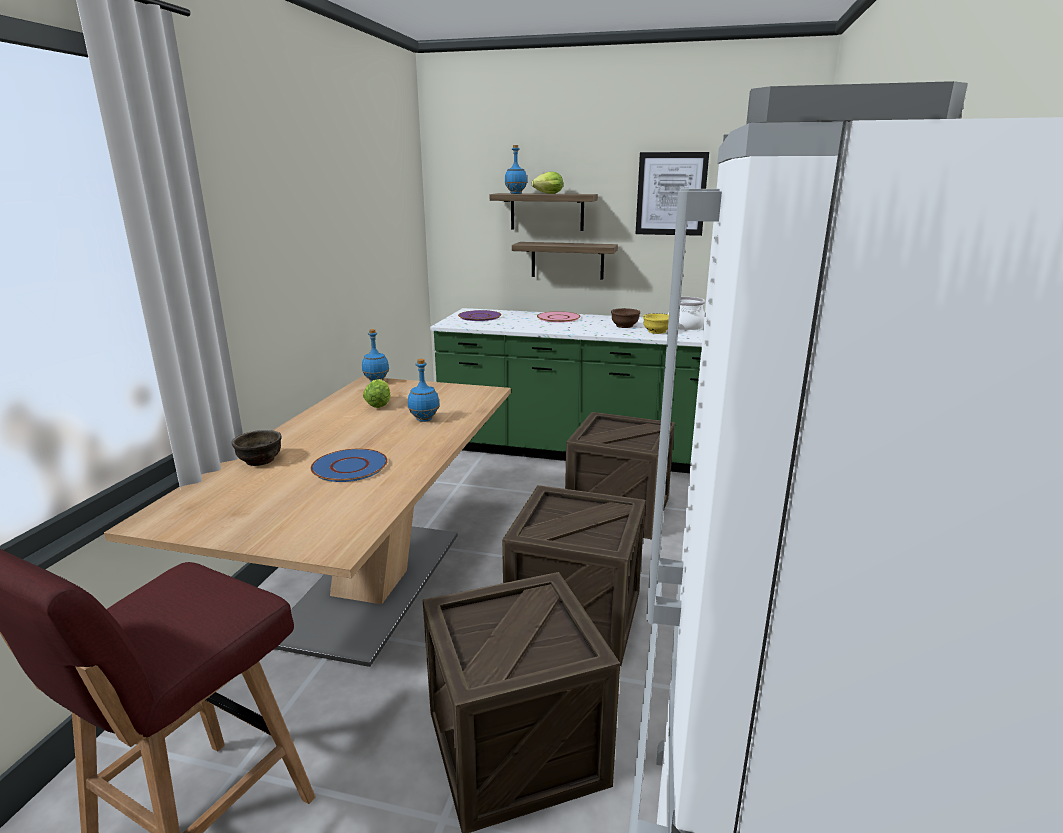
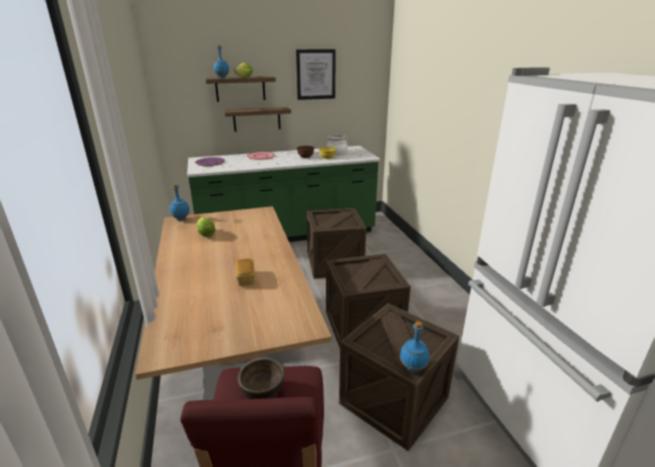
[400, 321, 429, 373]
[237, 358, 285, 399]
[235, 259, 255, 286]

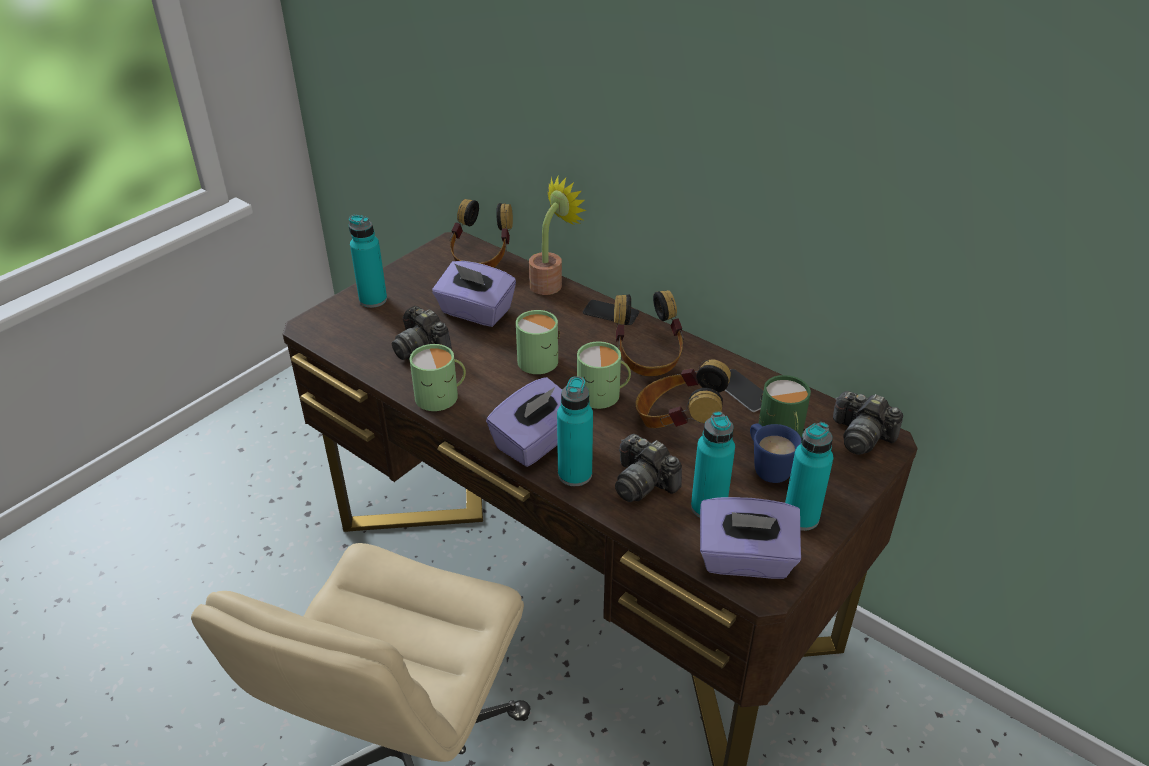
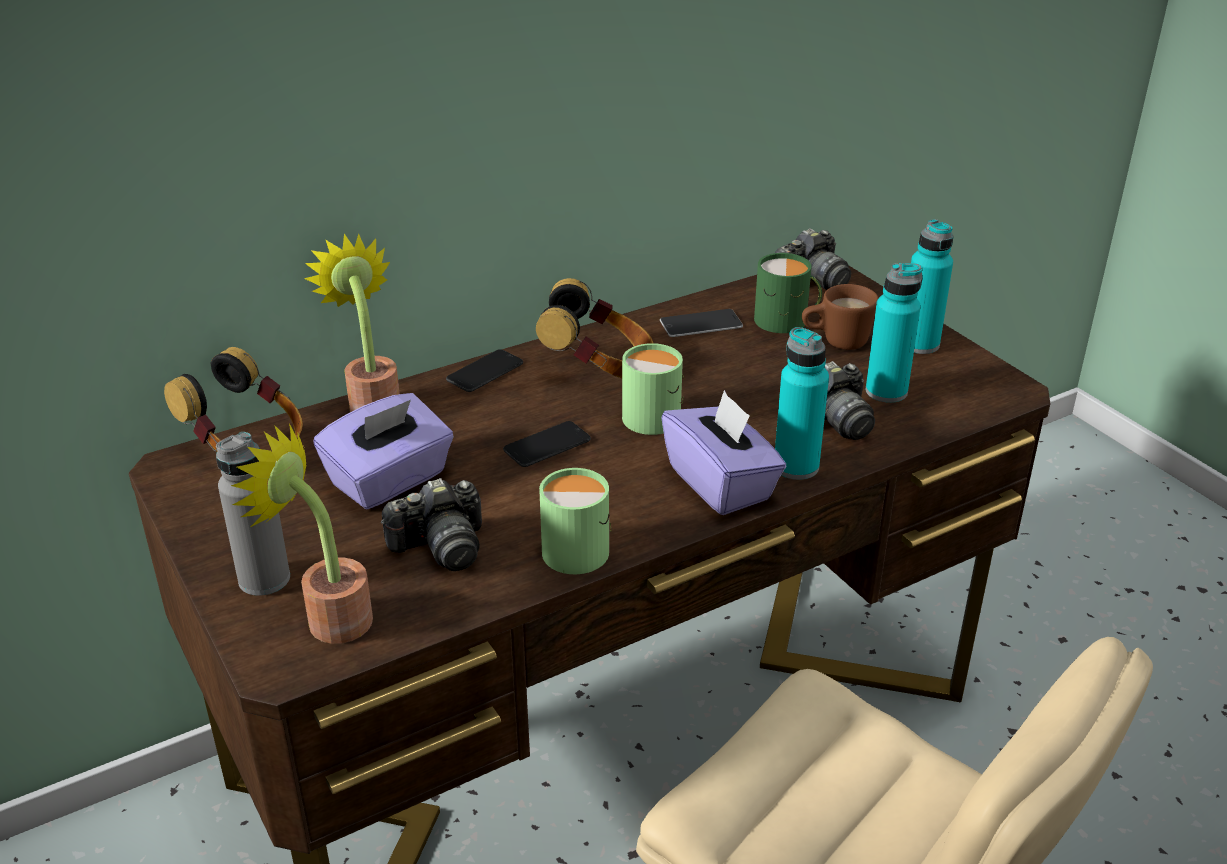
[216, 432, 290, 596]
[503, 421, 591, 467]
[635, 359, 731, 428] (first image)
[802, 284, 878, 350]
[700, 497, 801, 579] (first image)
[231, 424, 373, 644]

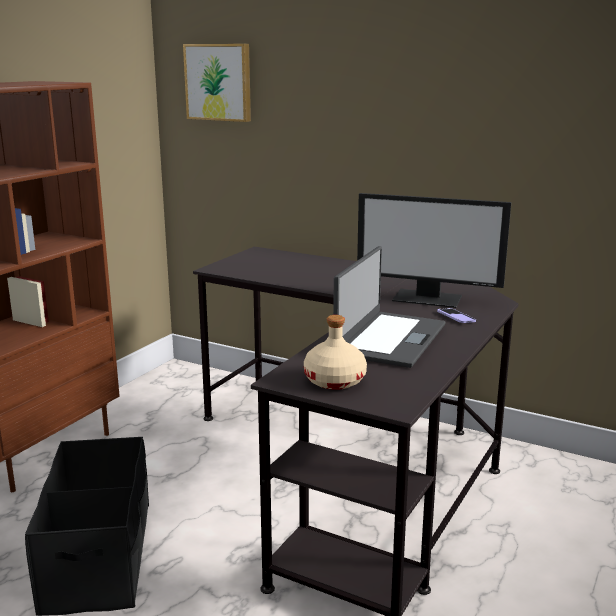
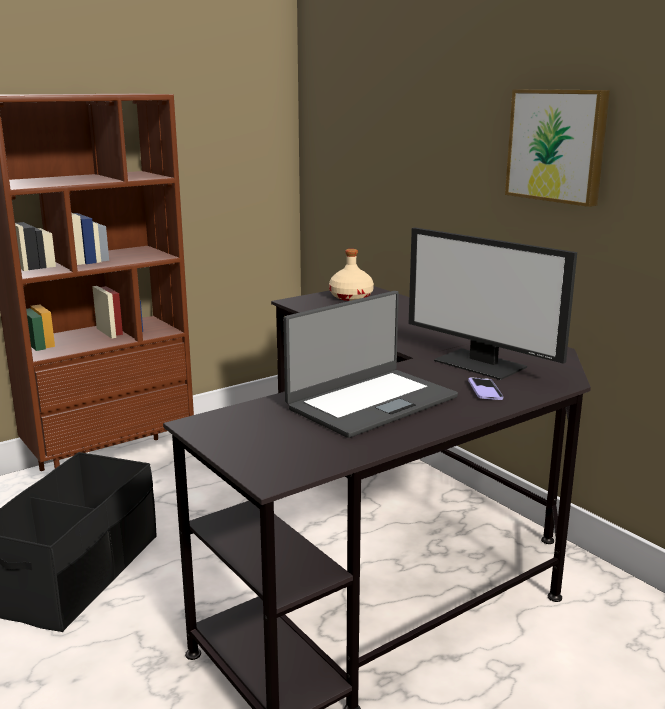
[505, 89, 610, 207]
[329, 249, 374, 301]

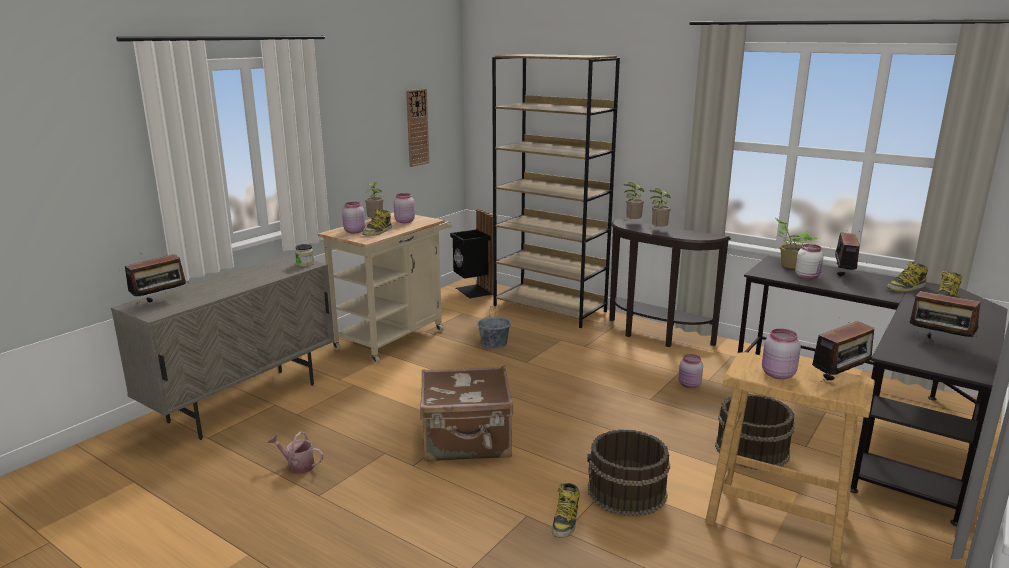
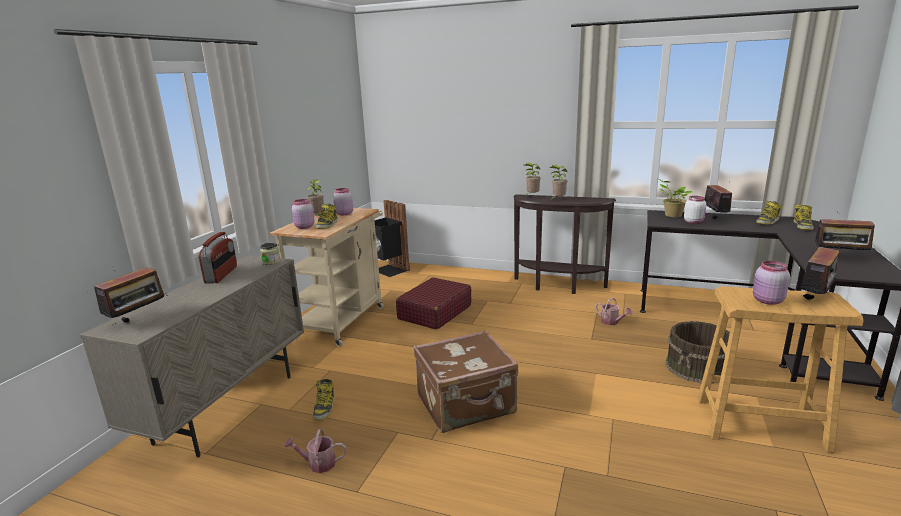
[492, 54, 620, 328] (first image)
[406, 89, 429, 167] (first image)
[396, 277, 471, 330]
[596, 297, 633, 325]
[587, 429, 670, 516] (first image)
[313, 379, 335, 420]
[199, 232, 237, 284]

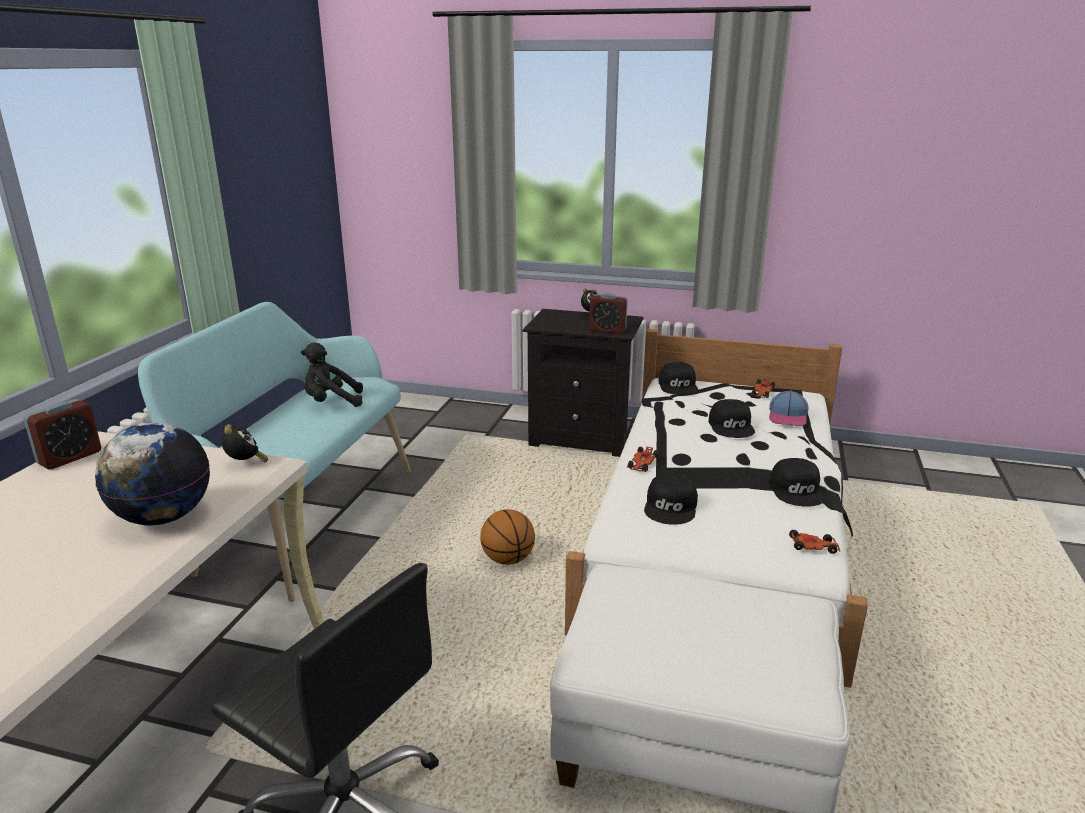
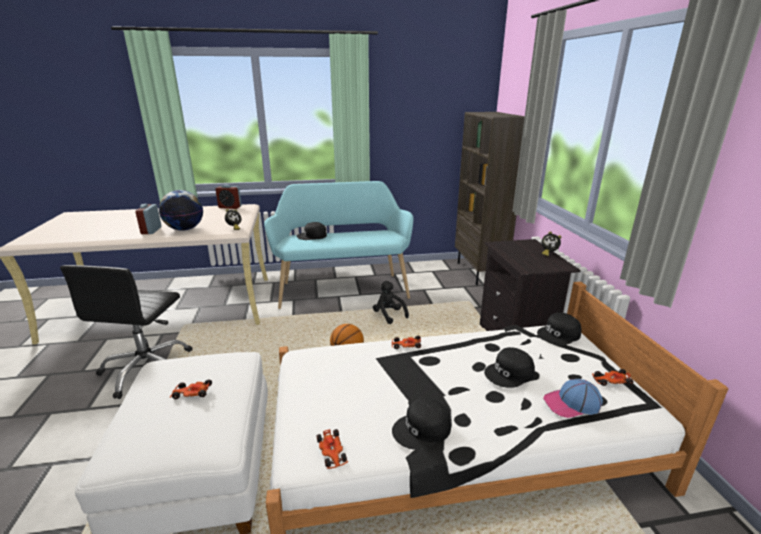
[135, 204, 161, 234]
[373, 281, 409, 324]
[297, 222, 327, 240]
[455, 112, 525, 285]
[170, 379, 212, 399]

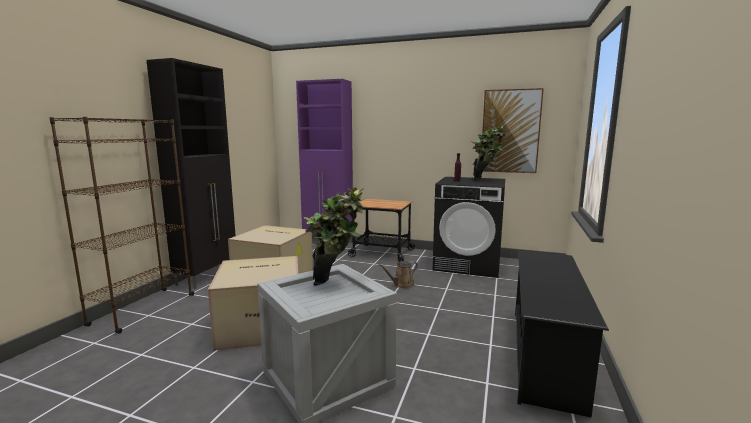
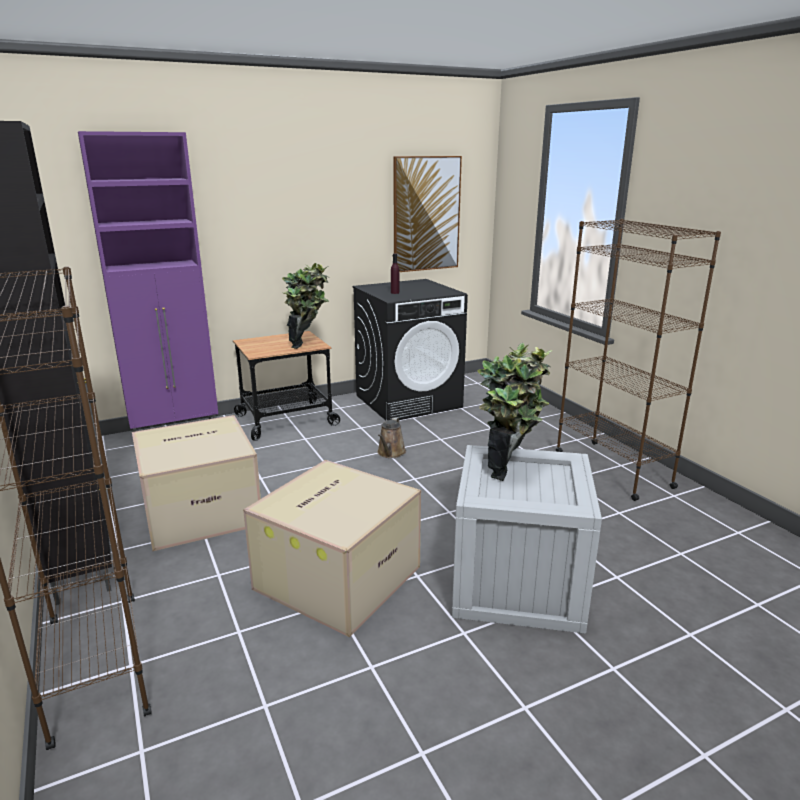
[282, 263, 329, 349]
[556, 219, 721, 501]

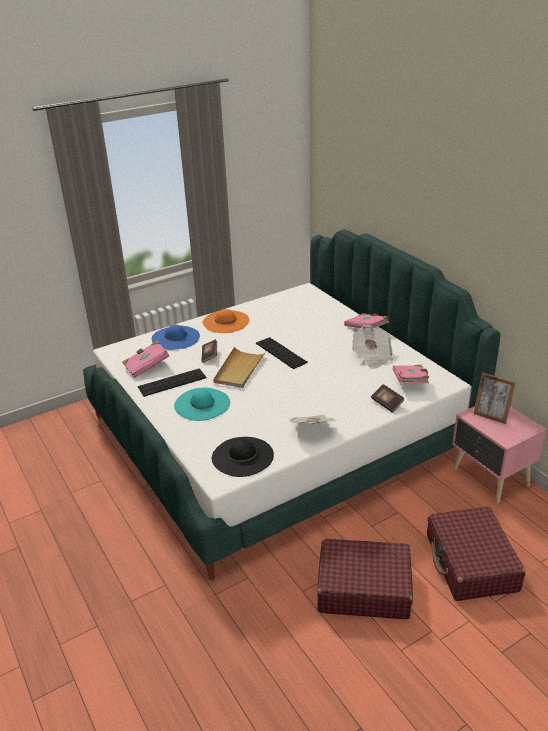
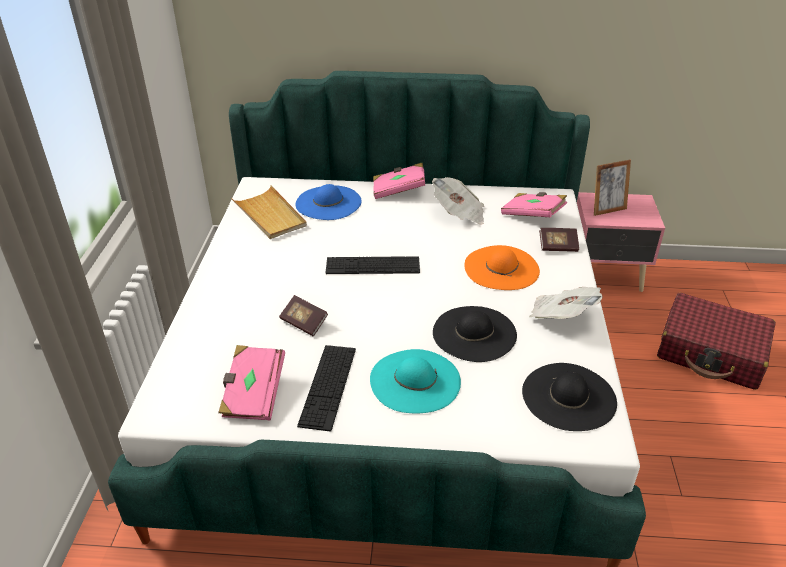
[464, 245, 540, 290]
[295, 184, 362, 220]
[231, 185, 307, 239]
[317, 539, 413, 619] (first image)
[433, 306, 517, 362]

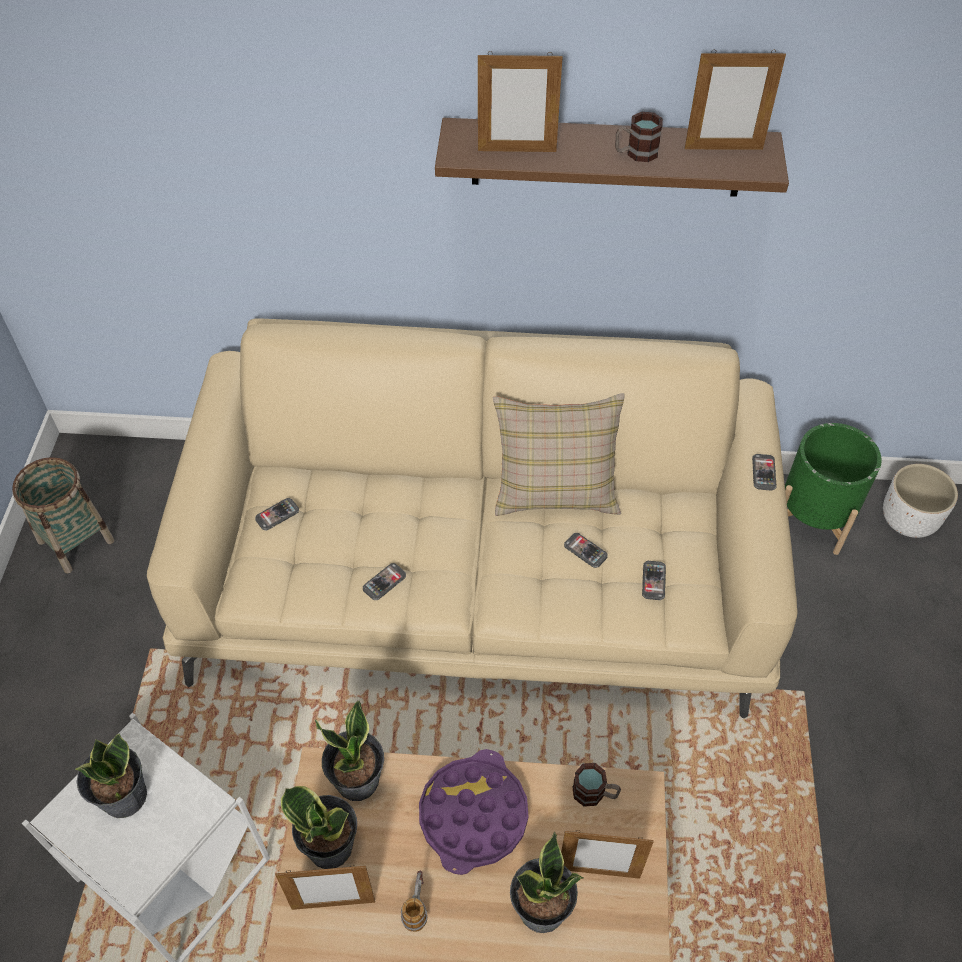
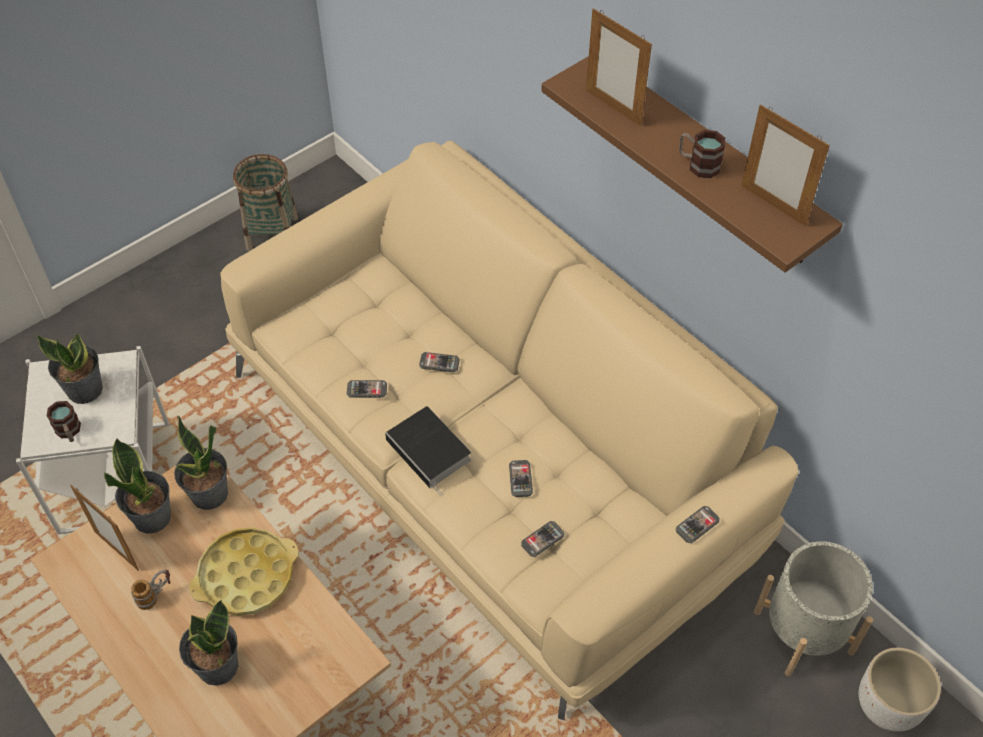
[493, 393, 625, 516] (first image)
[754, 541, 873, 677]
[419, 352, 460, 372]
[189, 527, 299, 616]
[47, 401, 81, 442]
[561, 830, 654, 879] (first image)
[385, 406, 471, 496]

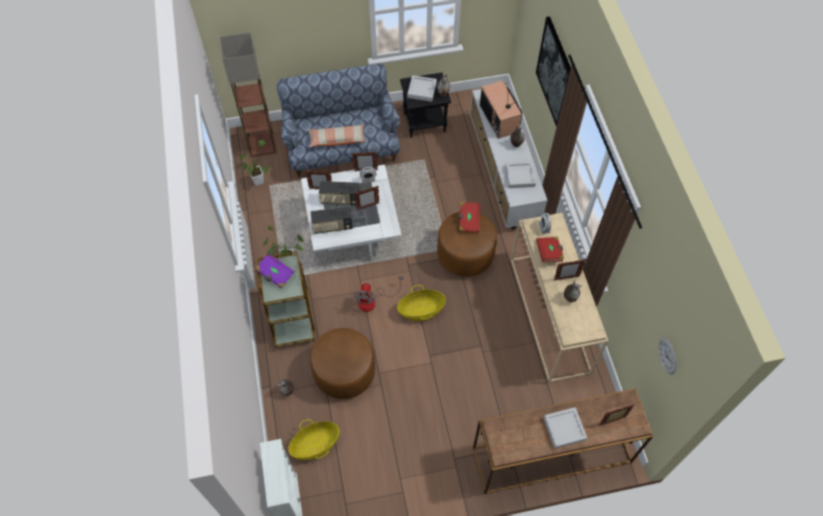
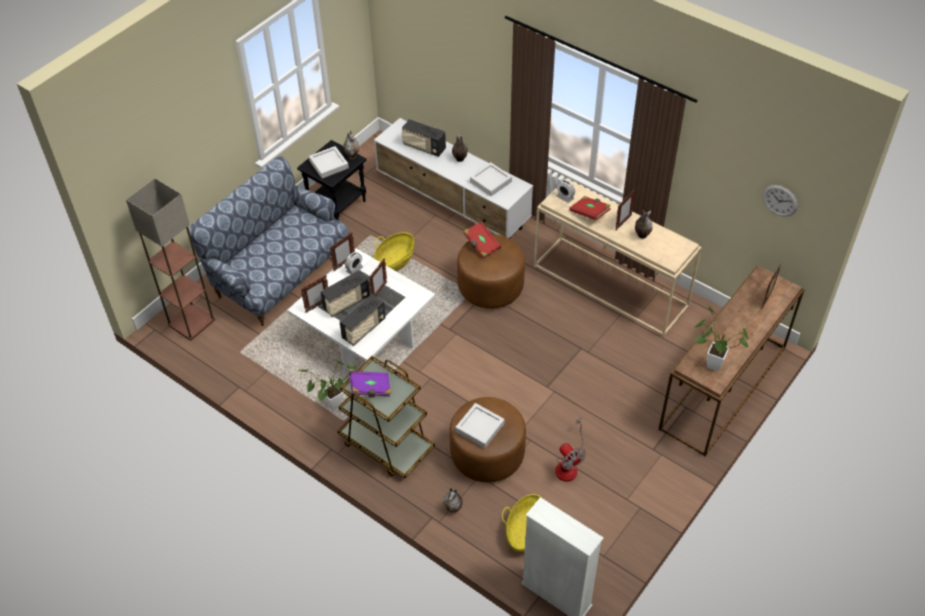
[536, 16, 571, 127] (first image)
[402, 119, 446, 157]
[308, 124, 366, 147] (first image)
[694, 305, 749, 372]
[555, 417, 586, 482]
[374, 232, 414, 271]
[455, 403, 505, 448]

